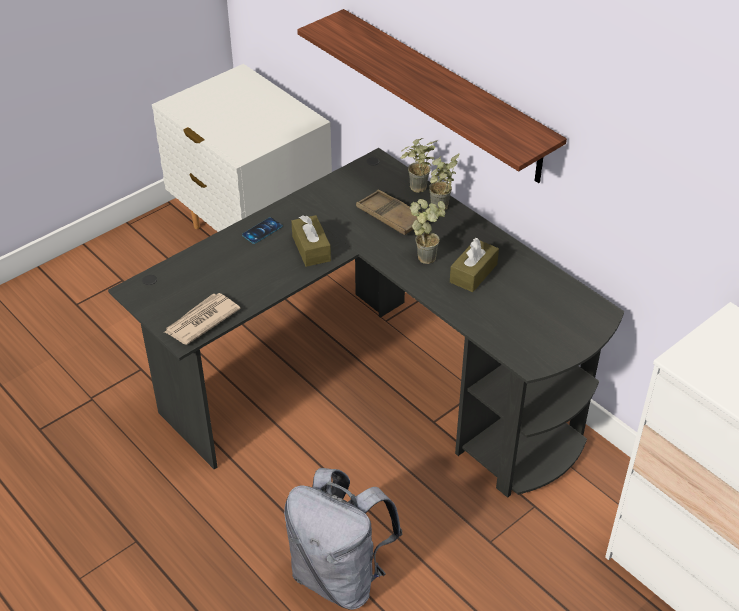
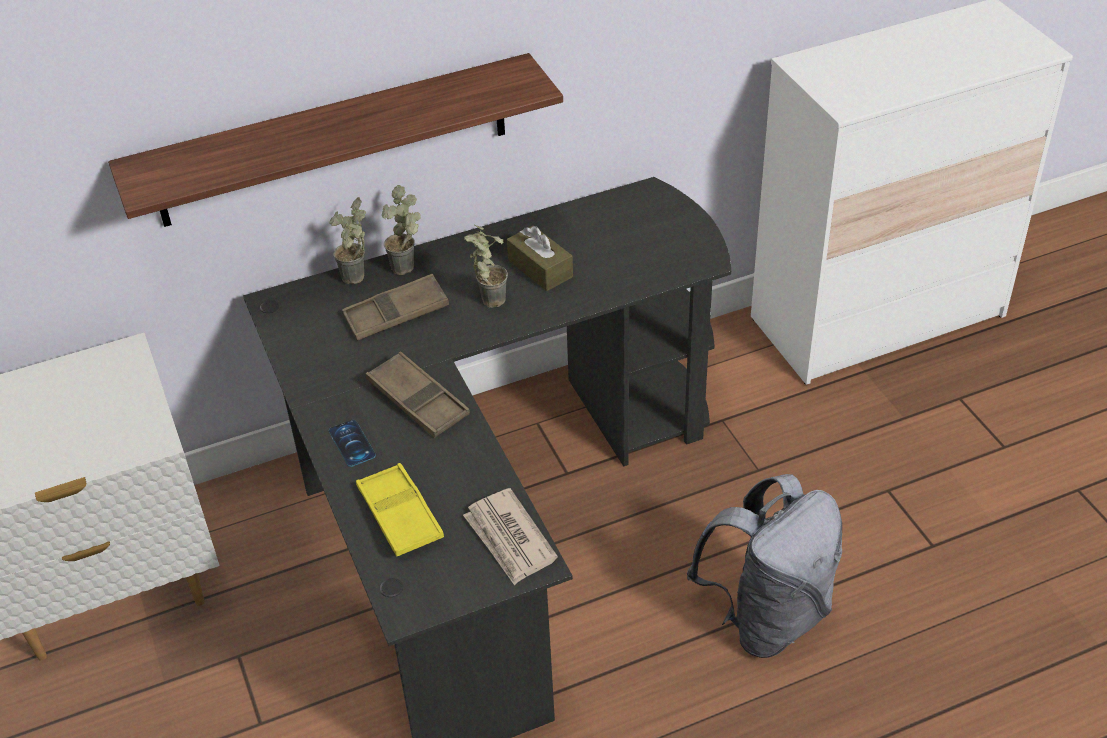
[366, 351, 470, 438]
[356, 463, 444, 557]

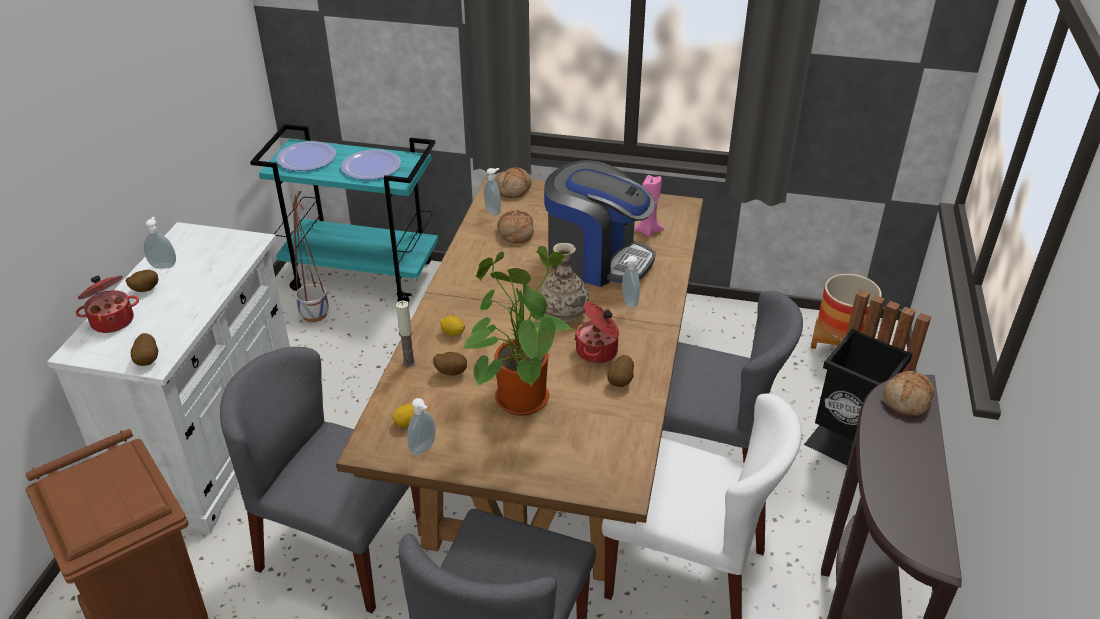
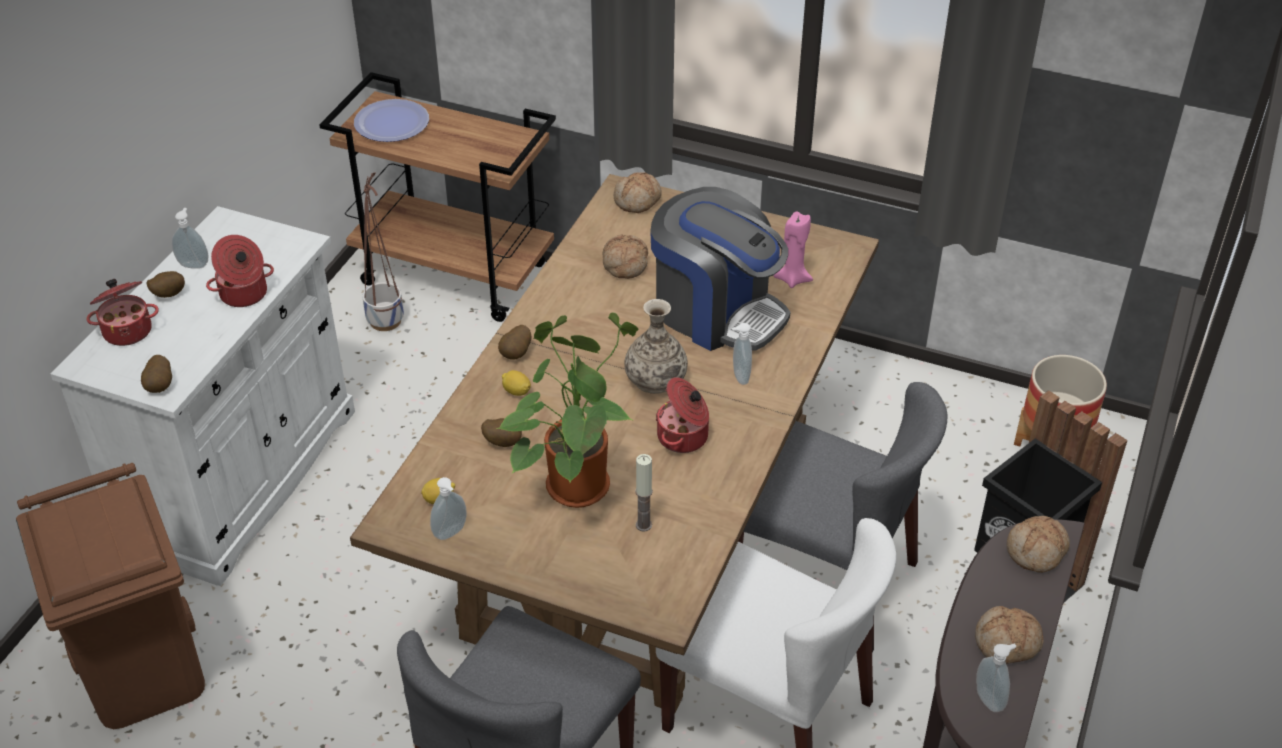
[319, 72, 556, 322]
[341, 150, 401, 180] (first image)
[976, 643, 1016, 712]
[635, 454, 653, 531]
[220, 347, 420, 613] (first image)
[498, 325, 532, 360]
[206, 235, 274, 307]
[975, 606, 1044, 664]

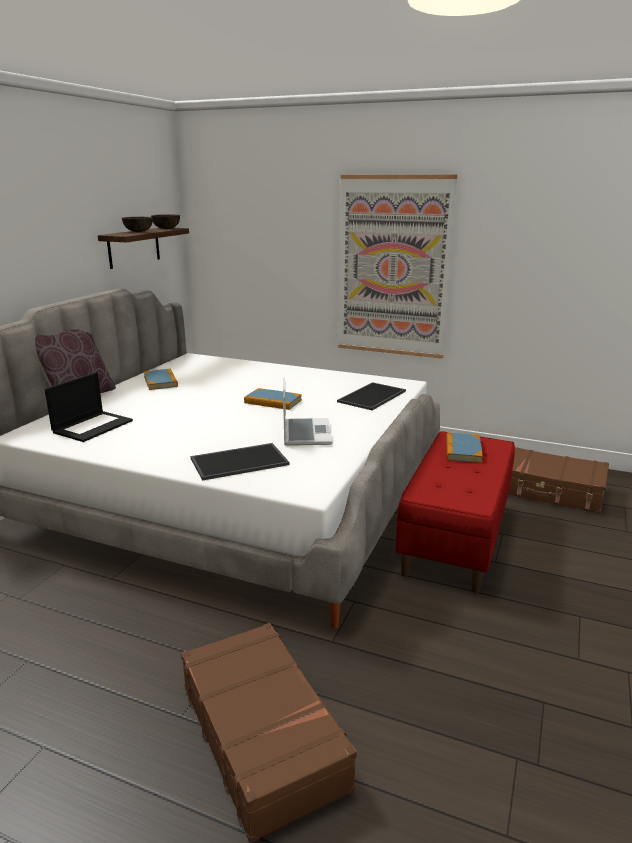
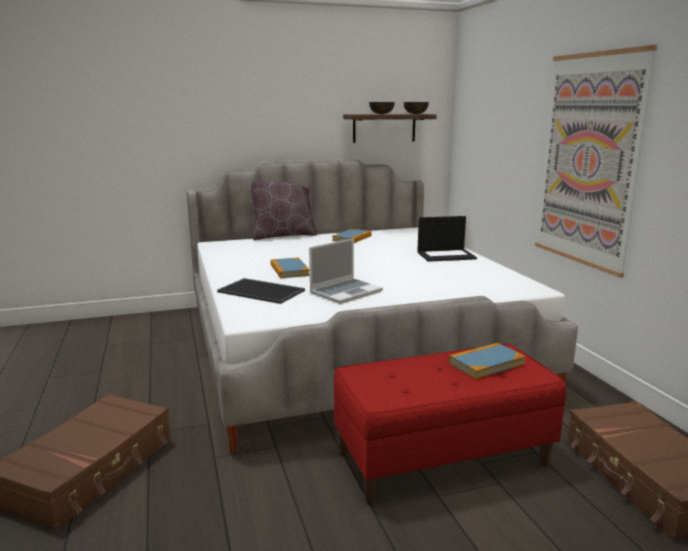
[418, 216, 477, 262]
[337, 382, 406, 410] (first image)
[270, 258, 310, 278]

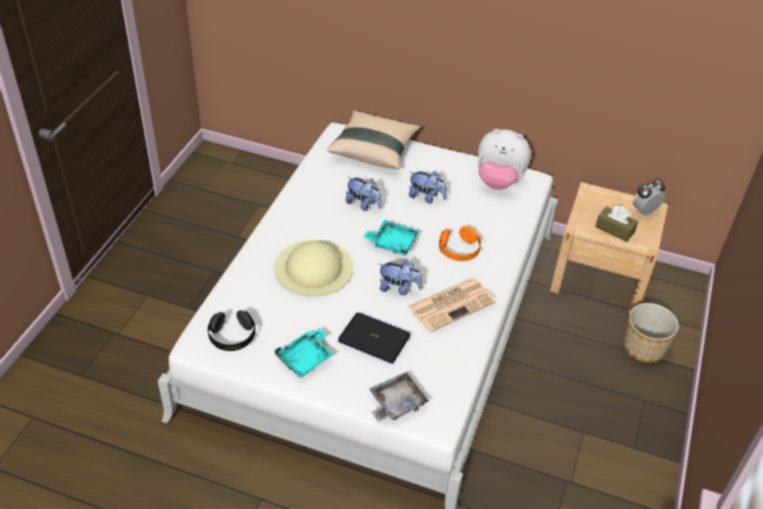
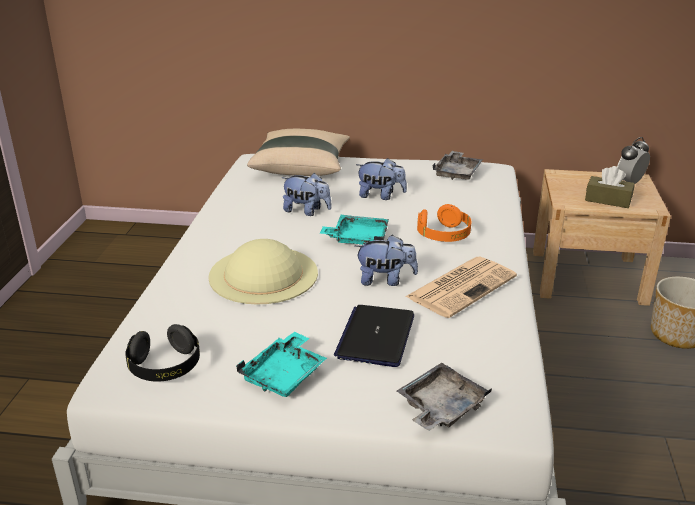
[432, 151, 483, 180]
[334, 305, 414, 367]

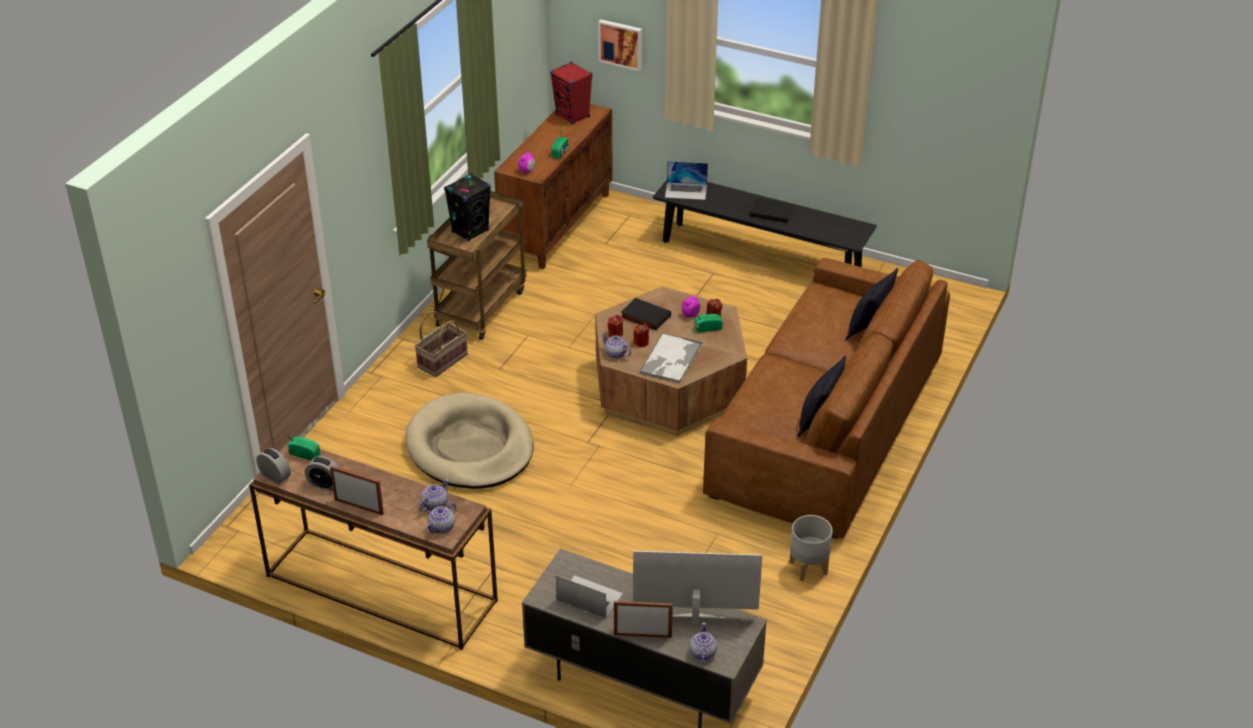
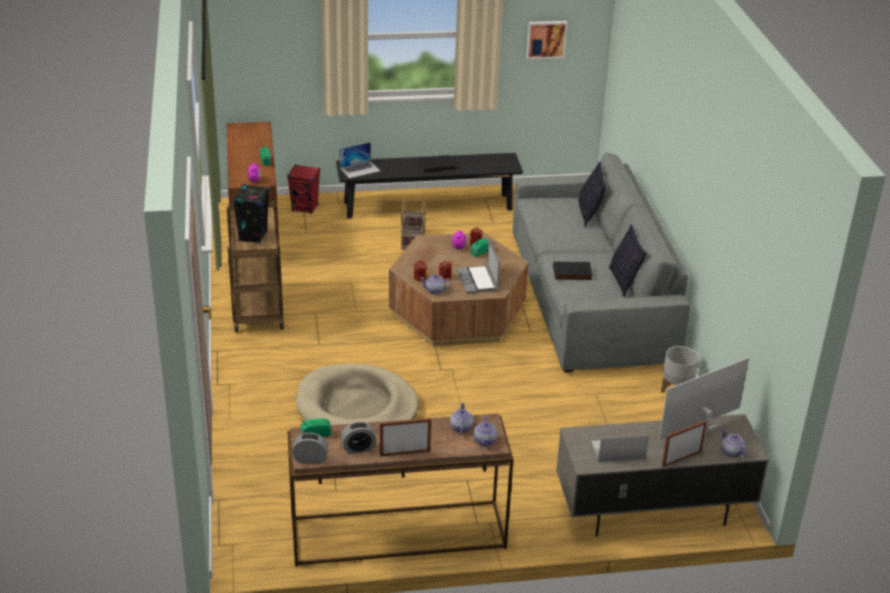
[526, 21, 567, 59]
[287, 164, 320, 214]
[512, 152, 690, 373]
[553, 262, 593, 280]
[401, 200, 426, 249]
[456, 238, 500, 293]

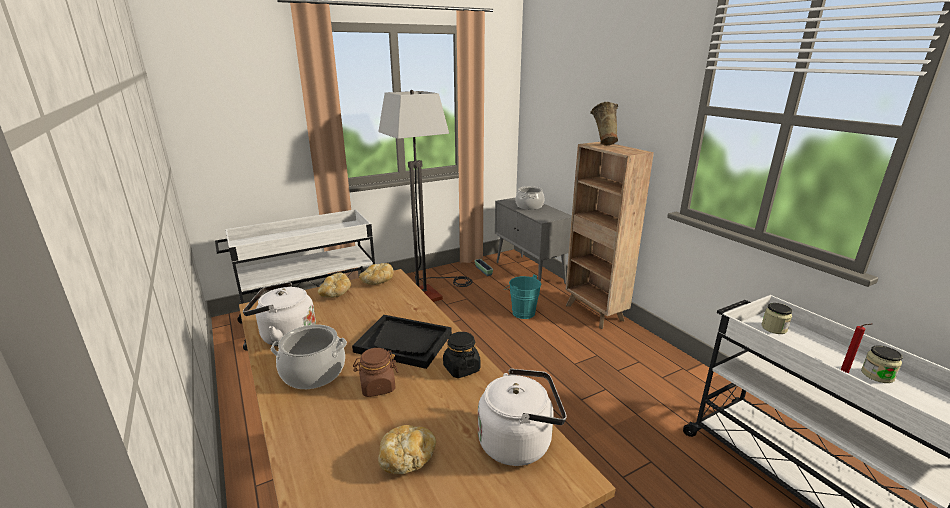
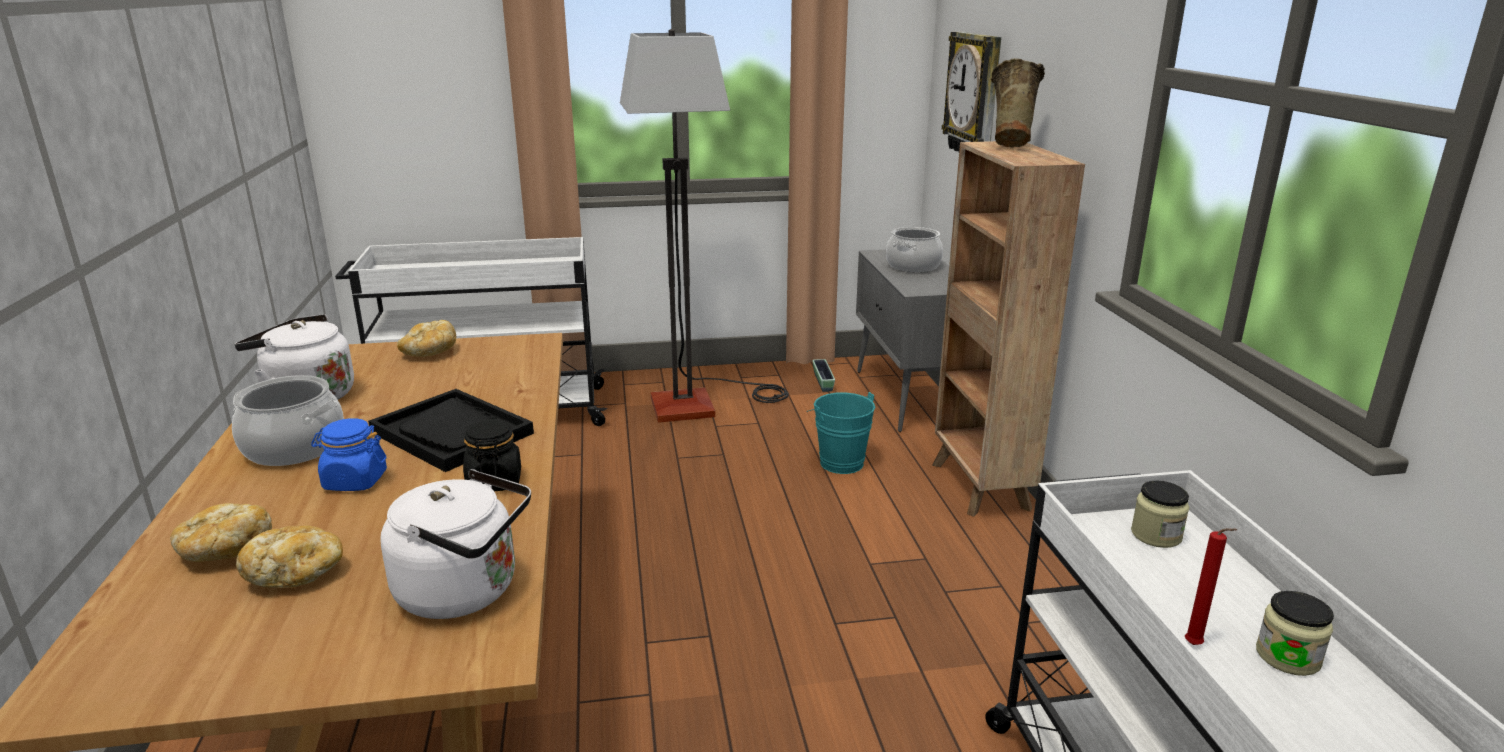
[170, 503, 272, 562]
[311, 418, 387, 491]
[942, 32, 1001, 151]

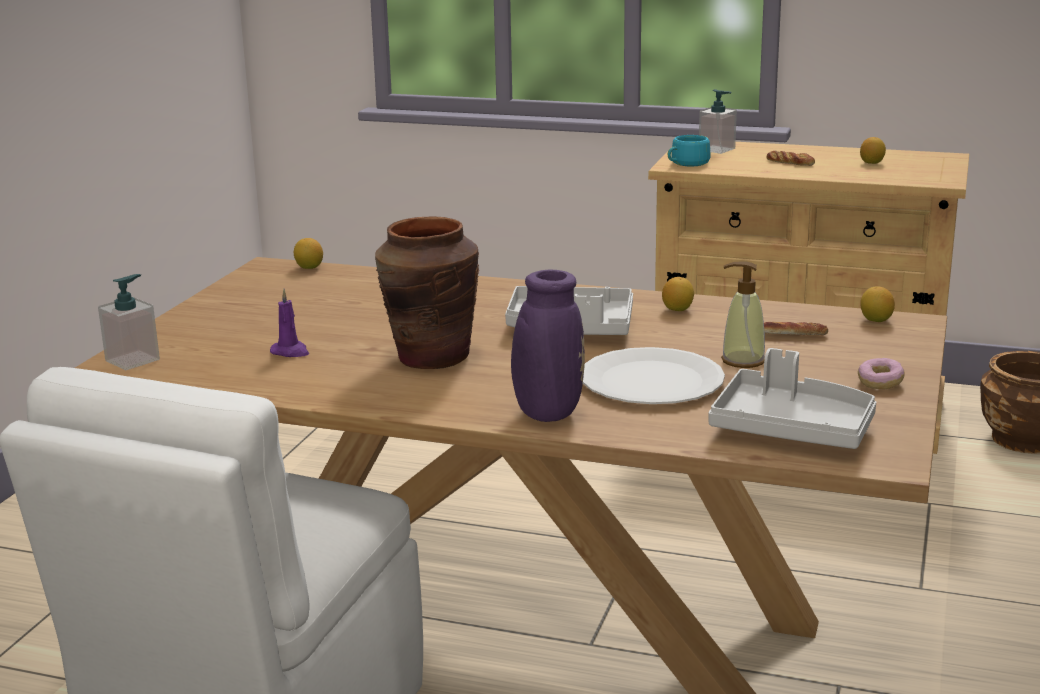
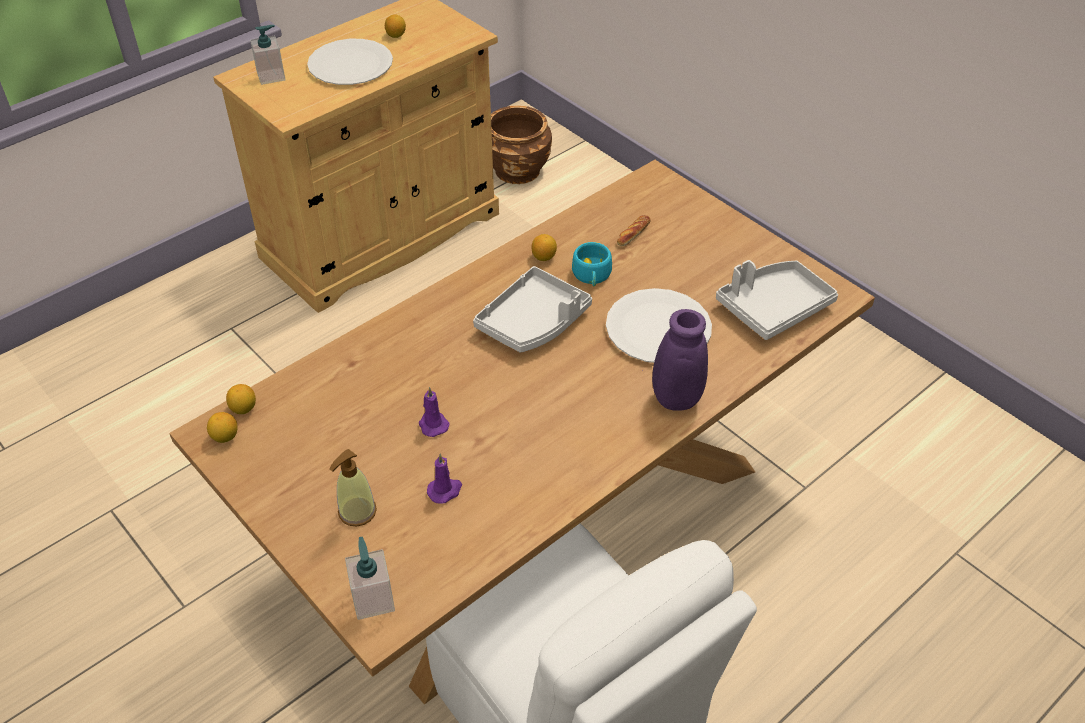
[572, 242, 612, 286]
[307, 39, 393, 85]
[375, 216, 479, 369] (first image)
[329, 449, 377, 527]
[207, 412, 238, 443]
[858, 358, 905, 389] (first image)
[419, 387, 450, 437]

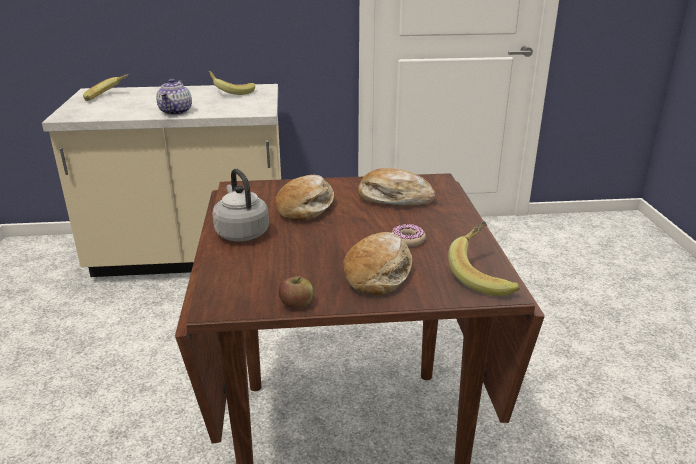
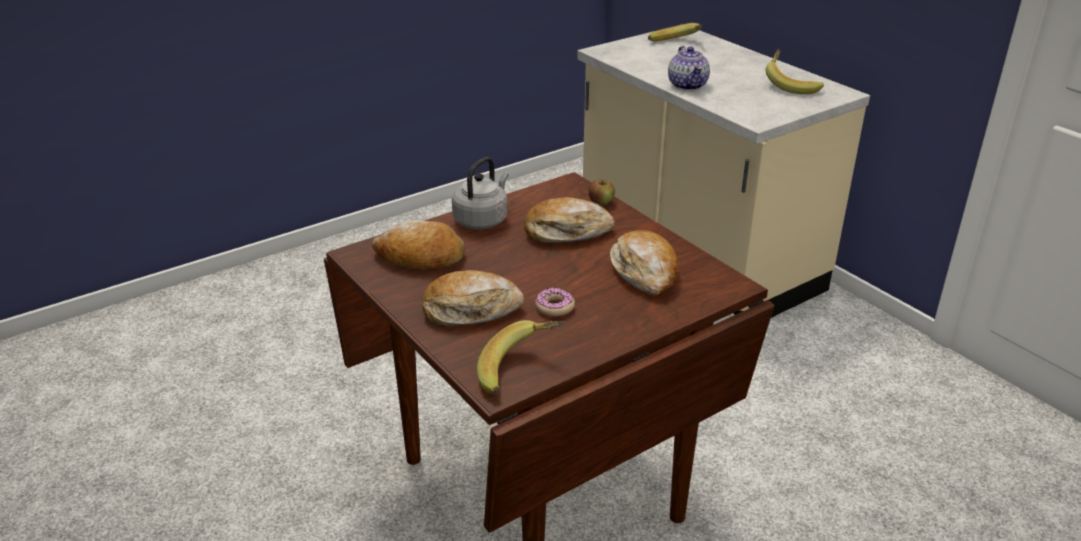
[668, 46, 710, 91]
[589, 180, 615, 206]
[372, 220, 465, 270]

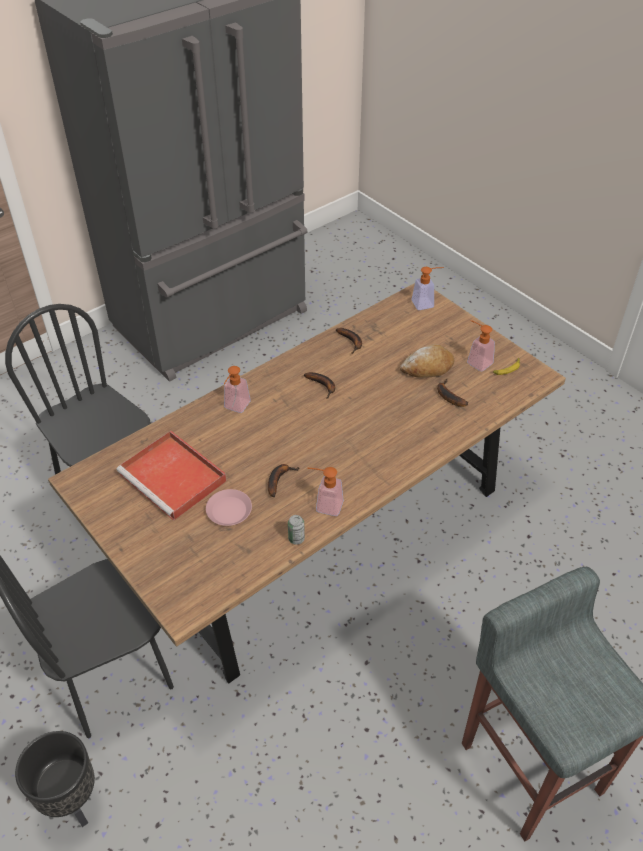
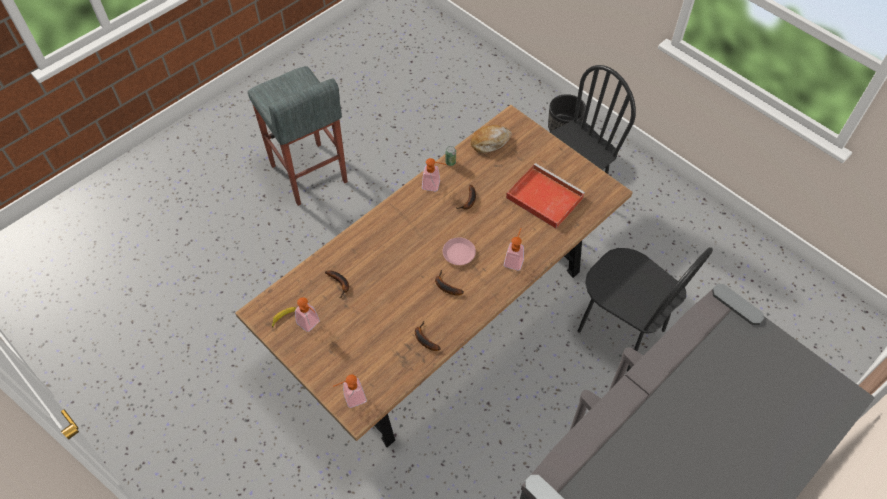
[471, 125, 512, 153]
[443, 237, 476, 265]

